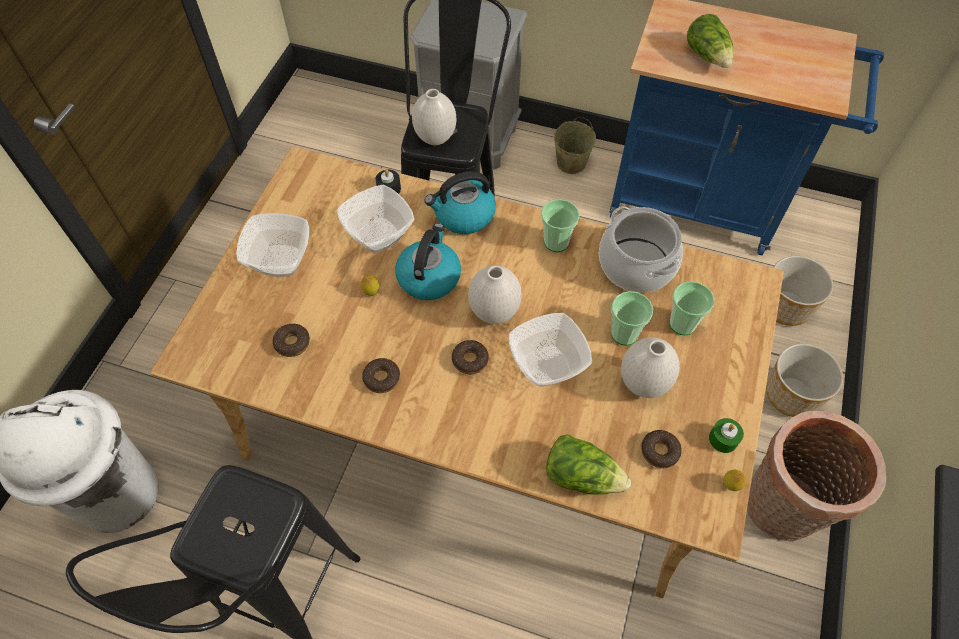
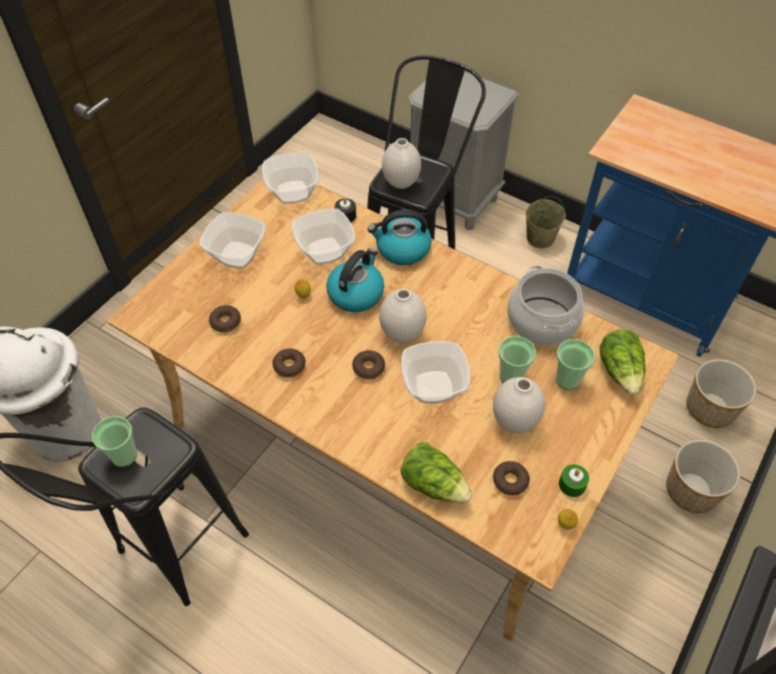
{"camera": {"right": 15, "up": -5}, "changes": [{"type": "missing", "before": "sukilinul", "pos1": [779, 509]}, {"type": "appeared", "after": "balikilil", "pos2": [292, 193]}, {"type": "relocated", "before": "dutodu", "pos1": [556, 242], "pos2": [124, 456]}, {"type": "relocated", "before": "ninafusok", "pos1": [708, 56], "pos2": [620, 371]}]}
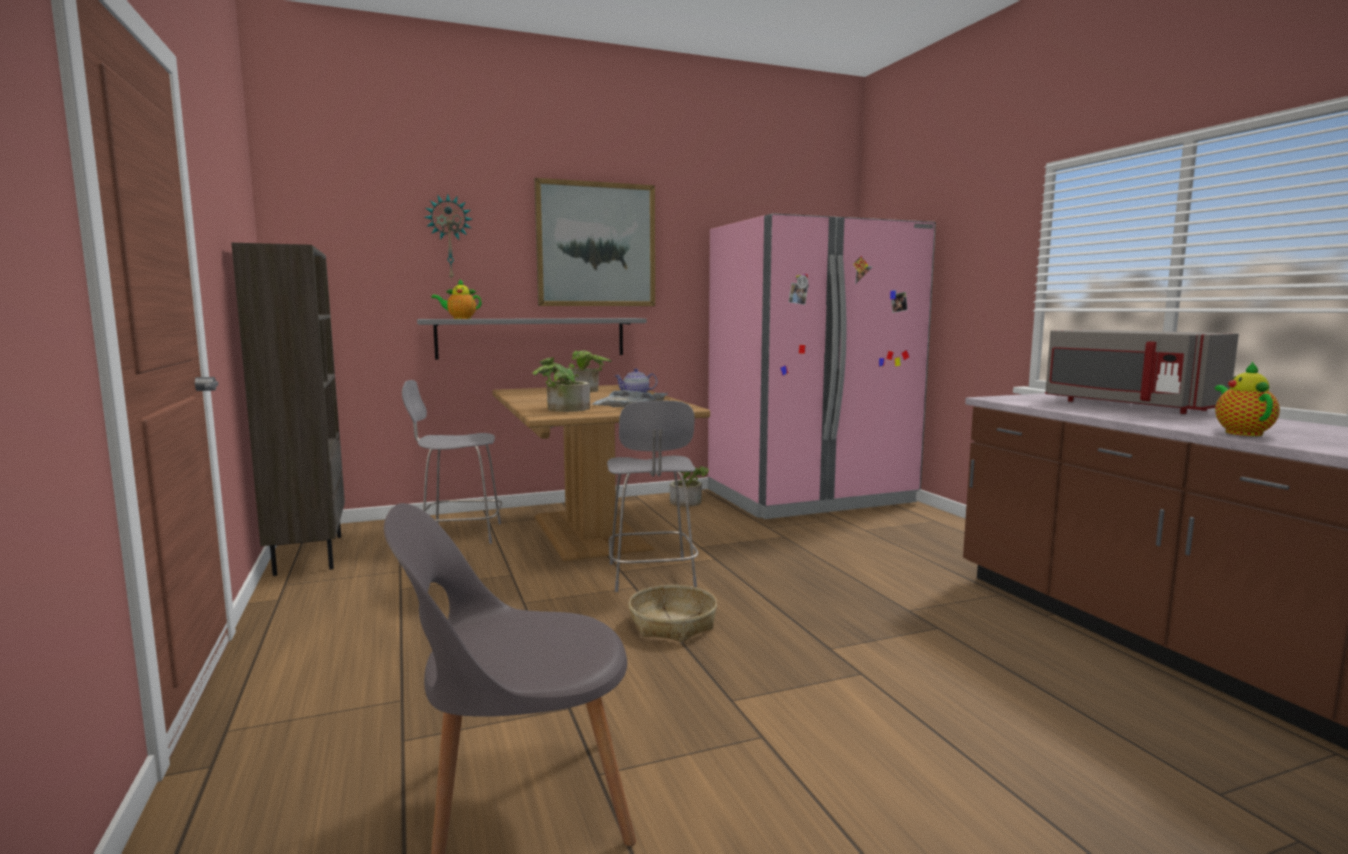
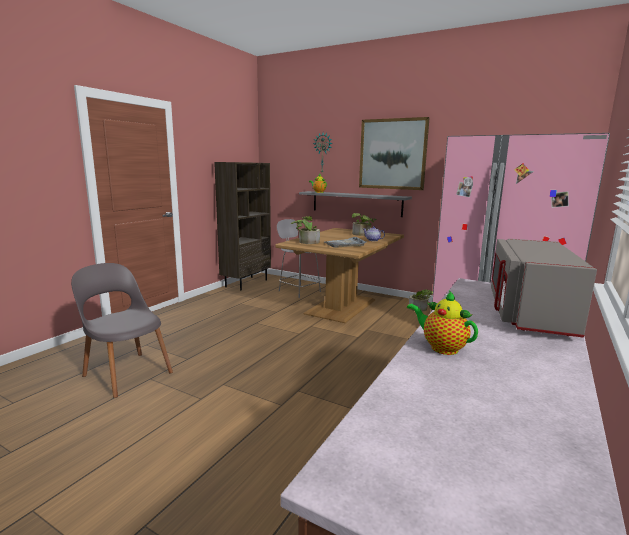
{"camera": {"right": 50, "up": 5}, "changes": [{"type": "missing", "before": "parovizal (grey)", "pos1": [651, 576]}, {"type": "missing", "before": "sukilinul", "pos1": [672, 624]}, {"type": "spun", "before": "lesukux", "pos1": [1241, 432], "pos2": [441, 348], "turn": -105}]}
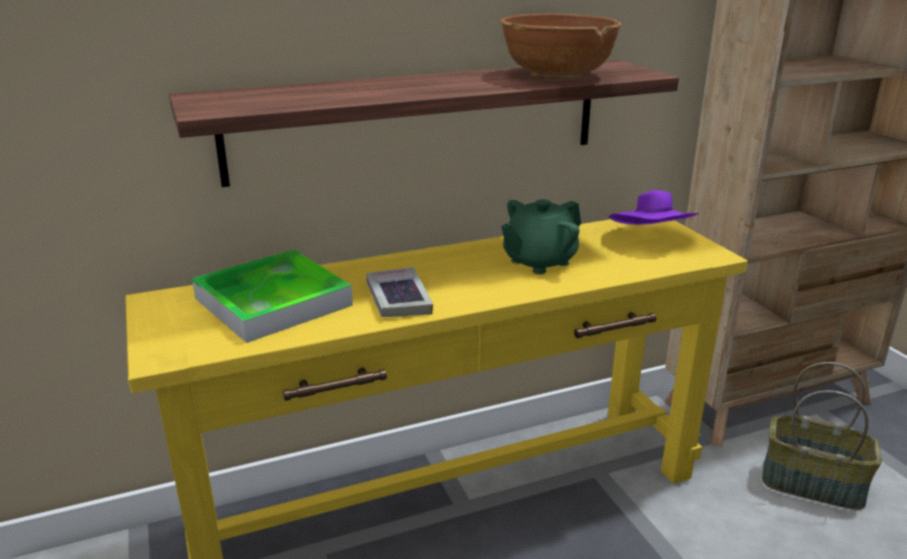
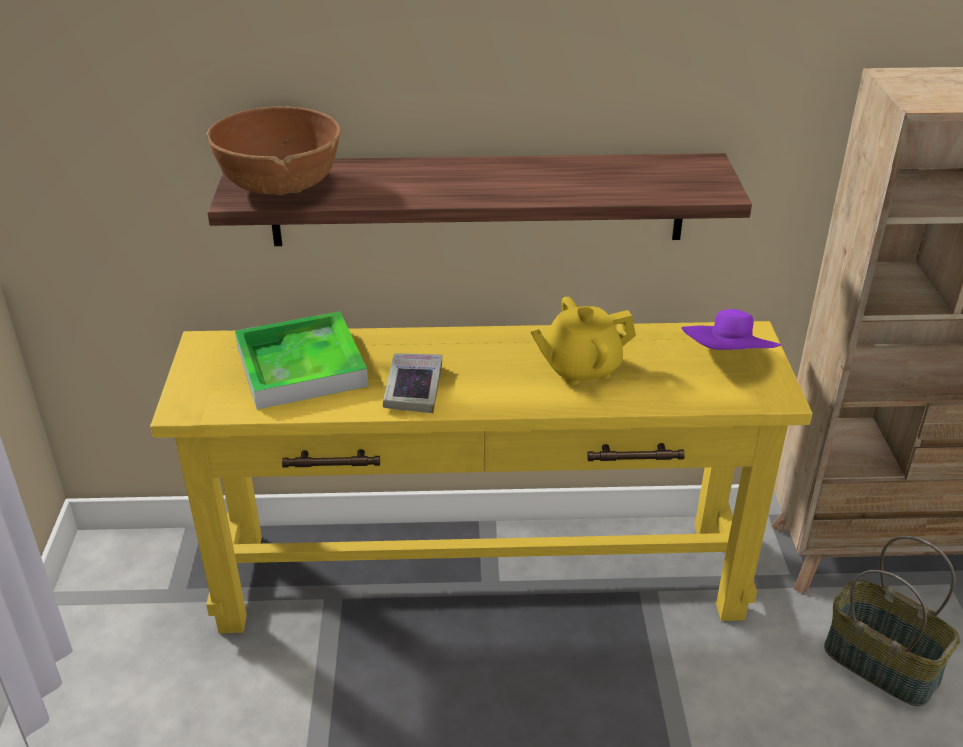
{"camera": {"right": 20, "up": 10}, "changes": [{"type": "relocated", "before": "balikilil (brown)", "pos1": [557, 75], "pos2": [280, 185]}, {"type": "colour", "before": "lesukux (green)", "after": "lesukux (yellow)", "pos1": [539, 262], "pos2": [580, 368]}]}
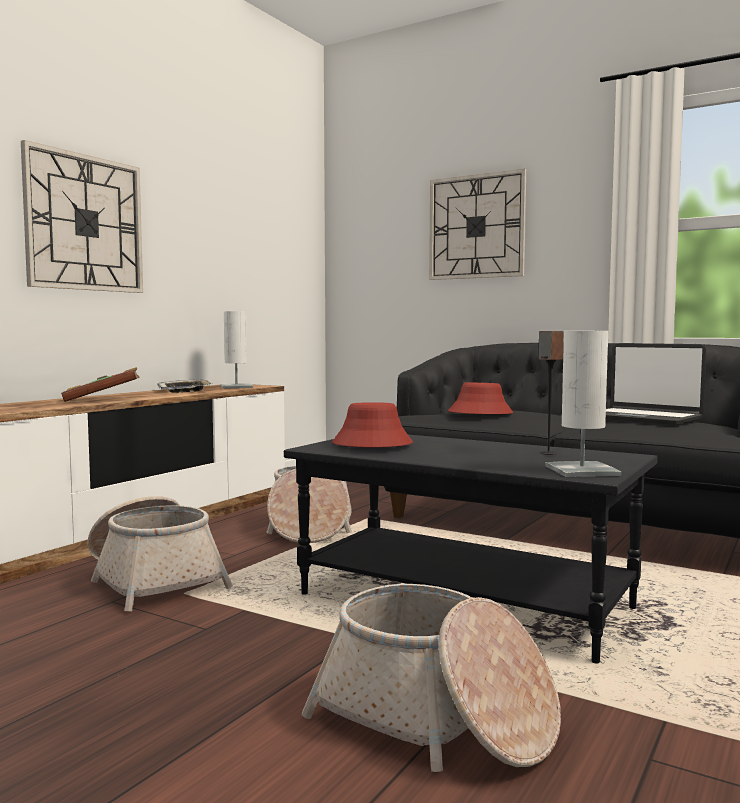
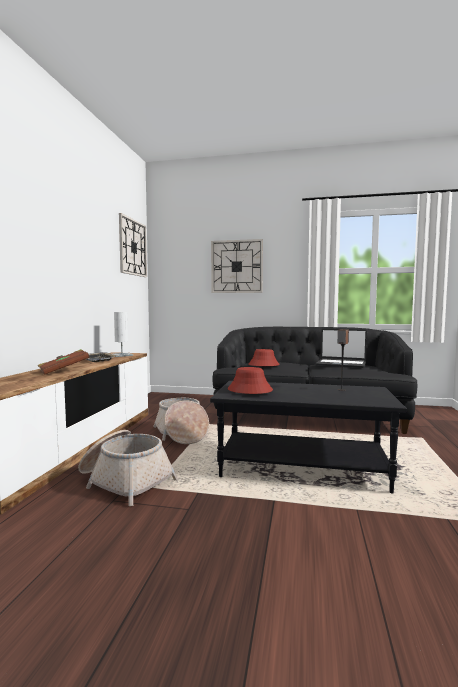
{"camera": {"right": -20, "up": 0}, "changes": [{"type": "missing", "before": "sukilinul", "pos1": [436, 719]}, {"type": "missing", "before": "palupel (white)", "pos1": [582, 471]}, {"type": "relocated", "before": "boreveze", "pos1": [85, 223], "pos2": [132, 247]}]}
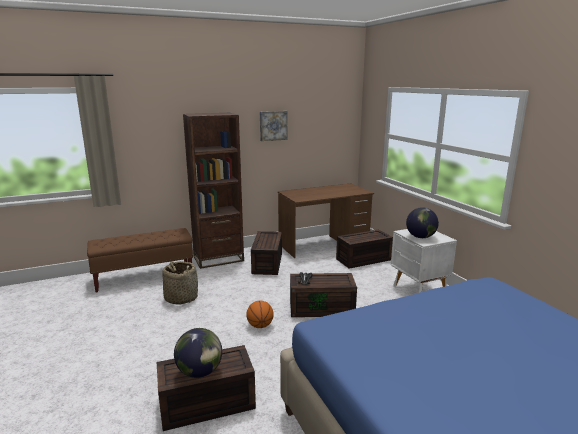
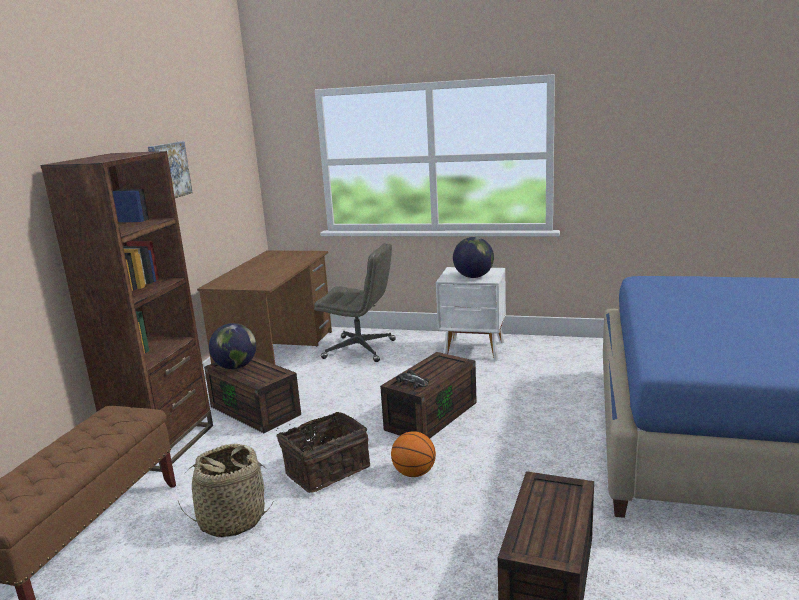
{"camera": {"right": -50, "up": 0}, "changes": [{"type": "appeared", "after": "sukilinul", "pos2": [326, 469]}, {"type": "relocated", "before": "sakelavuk", "pos1": [200, 372], "pos2": [236, 367]}, {"type": "exchanged", "before": "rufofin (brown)", "after": "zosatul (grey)", "pos1": [363, 260], "pos2": [360, 349]}]}
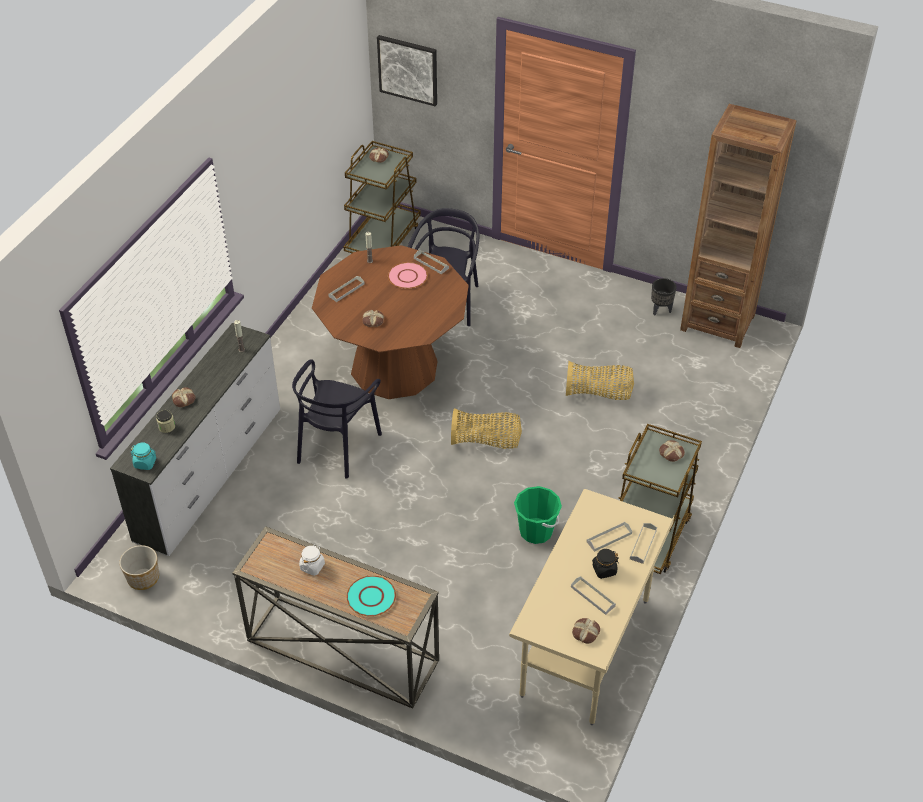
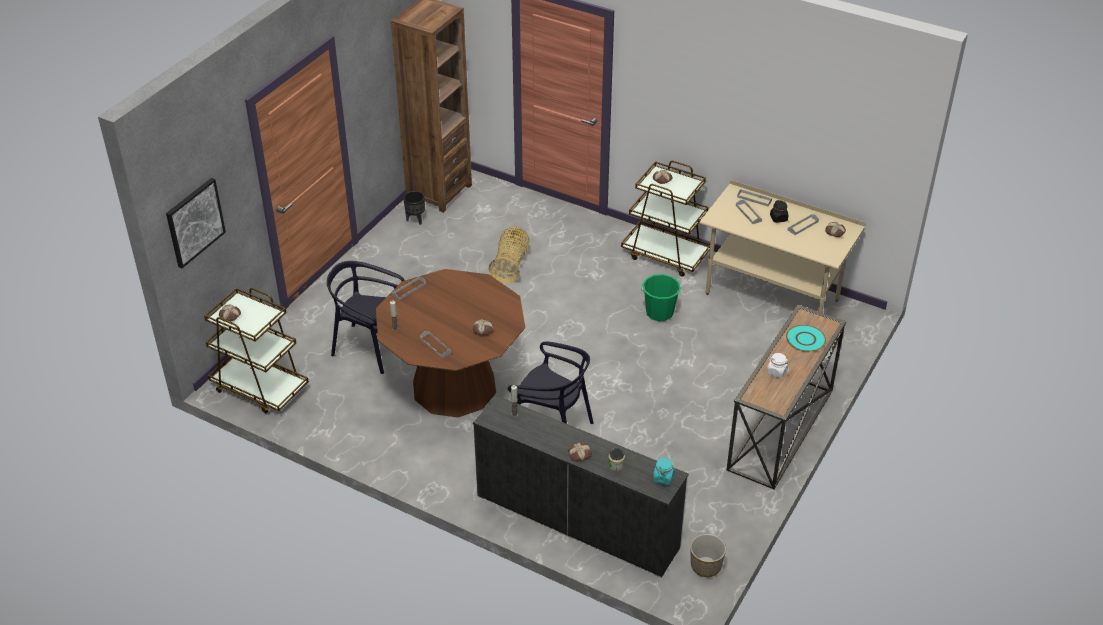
{"camera": {"right": -85, "up": -5}, "changes": [{"type": "missing", "before": "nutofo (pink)", "pos1": [407, 276]}, {"type": "missing", "before": "sukilinul", "pos1": [486, 441]}]}
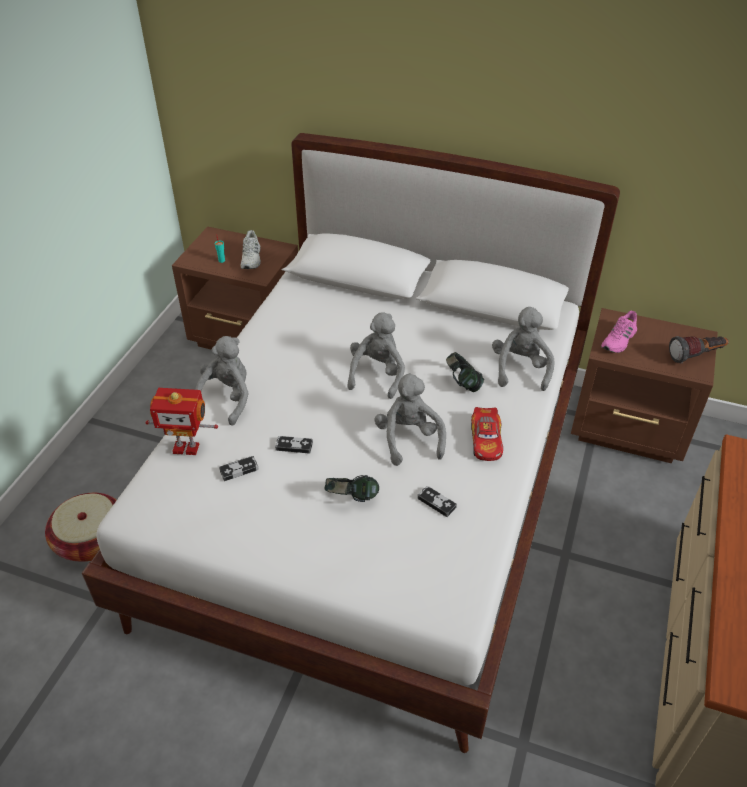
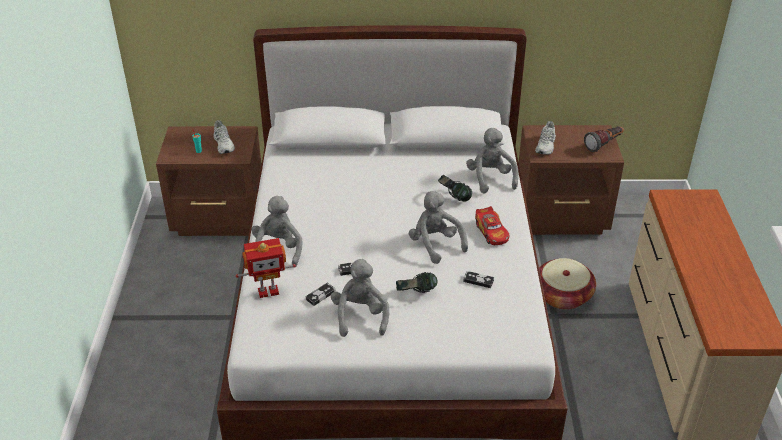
{"camera": {"right": -20, "up": -5}, "changes": [{"type": "relocated", "before": "sukilinul", "pos1": [92, 540], "pos2": [562, 295]}, {"type": "relocated", "before": "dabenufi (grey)", "pos1": [377, 374], "pos2": [360, 316]}, {"type": "colour", "before": "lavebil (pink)", "after": "lavebil (white)", "pos1": [619, 340], "pos2": [546, 145]}]}
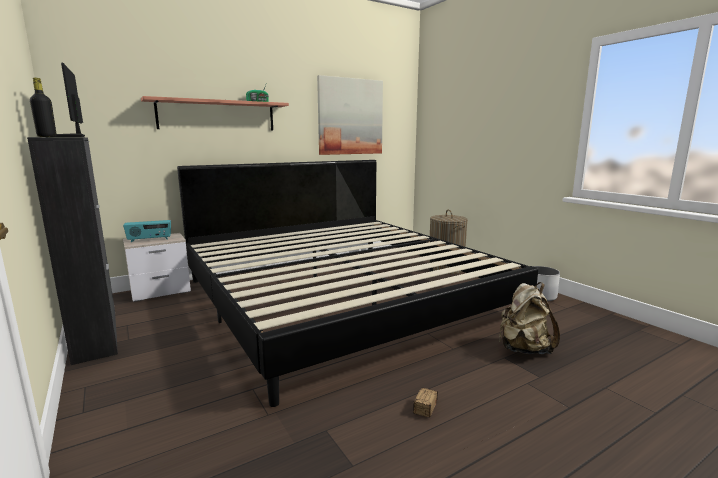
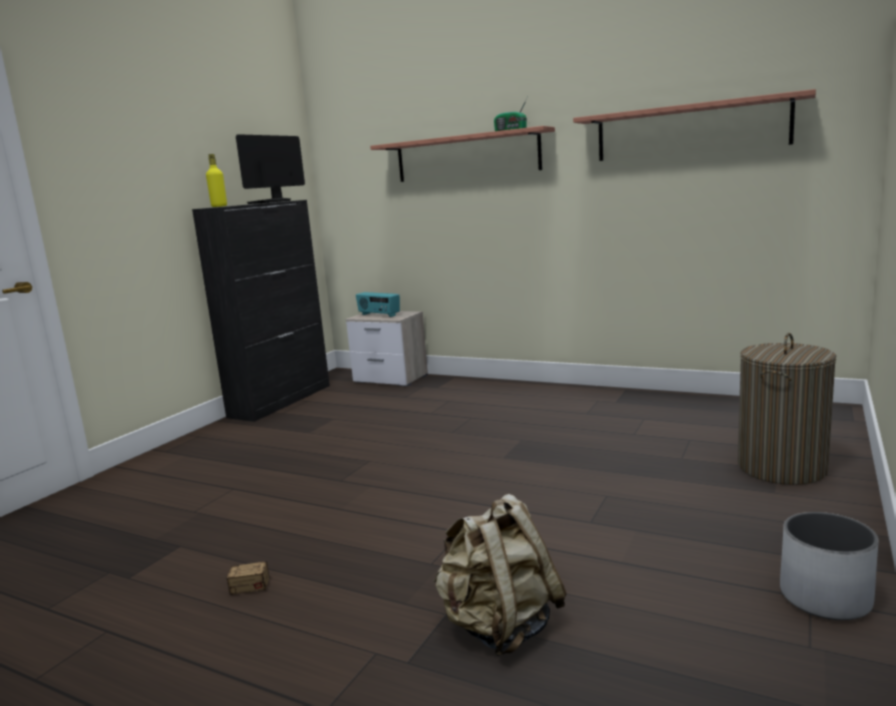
{"camera": {"right": 60, "up": 0}, "changes": [{"type": "missing", "before": "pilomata", "pos1": [341, 297]}, {"type": "exchanged", "before": "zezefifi", "after": "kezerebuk", "pos1": [350, 117], "pos2": [690, 130]}, {"type": "colour", "before": "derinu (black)", "after": "derinu (yellow)", "pos1": [47, 136], "pos2": [219, 206]}]}
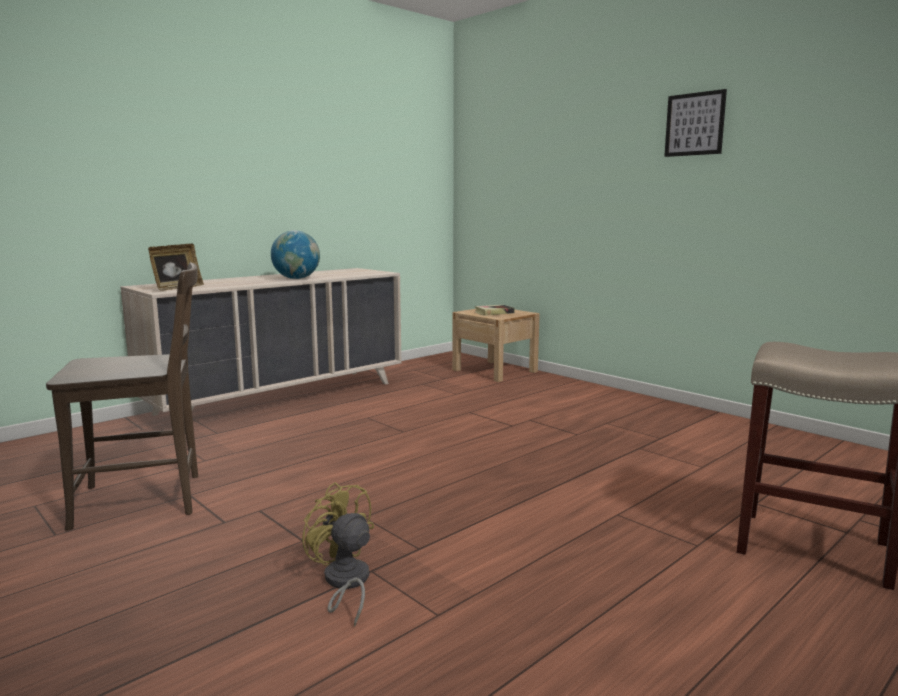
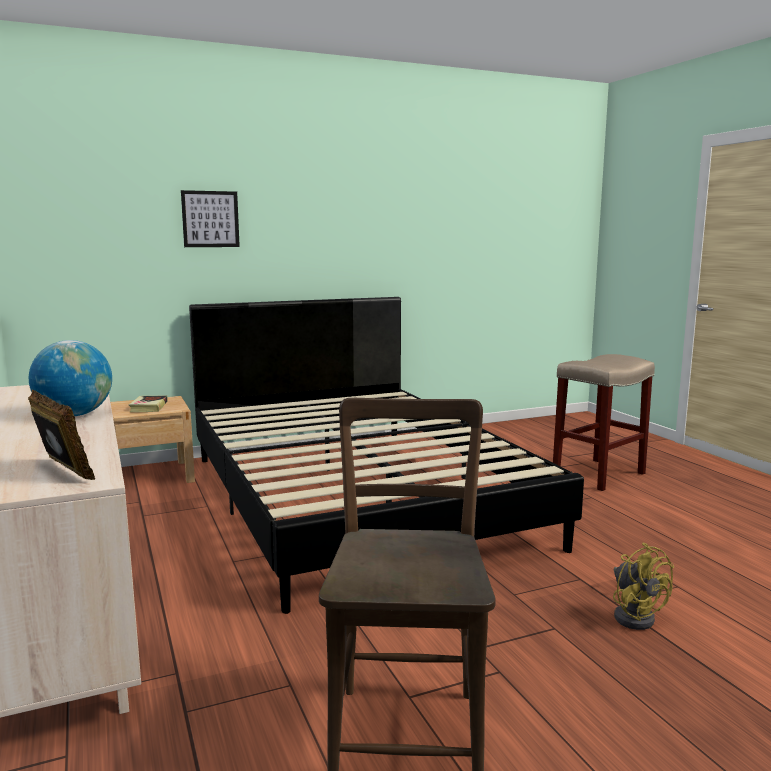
{"camera": {"right": -70, "up": 0}, "changes": [{"type": "appeared", "after": "pilomata (black)", "pos2": [356, 497]}, {"type": "relocated", "before": "zezefifi", "pos1": [694, 124], "pos2": [210, 219]}, {"type": "spun", "before": "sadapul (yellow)", "pos1": [344, 583], "pos2": [634, 615], "turn": -90}]}
